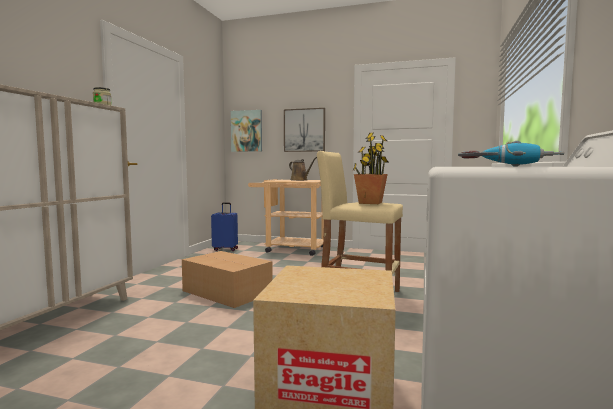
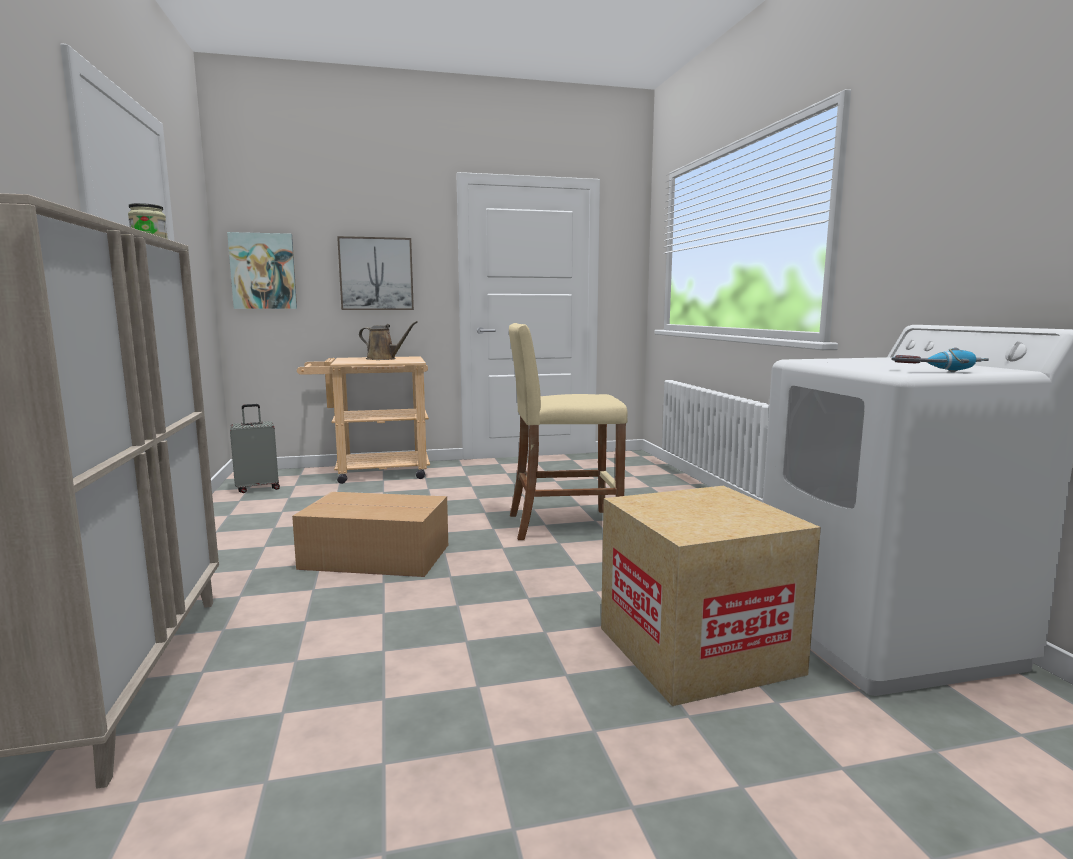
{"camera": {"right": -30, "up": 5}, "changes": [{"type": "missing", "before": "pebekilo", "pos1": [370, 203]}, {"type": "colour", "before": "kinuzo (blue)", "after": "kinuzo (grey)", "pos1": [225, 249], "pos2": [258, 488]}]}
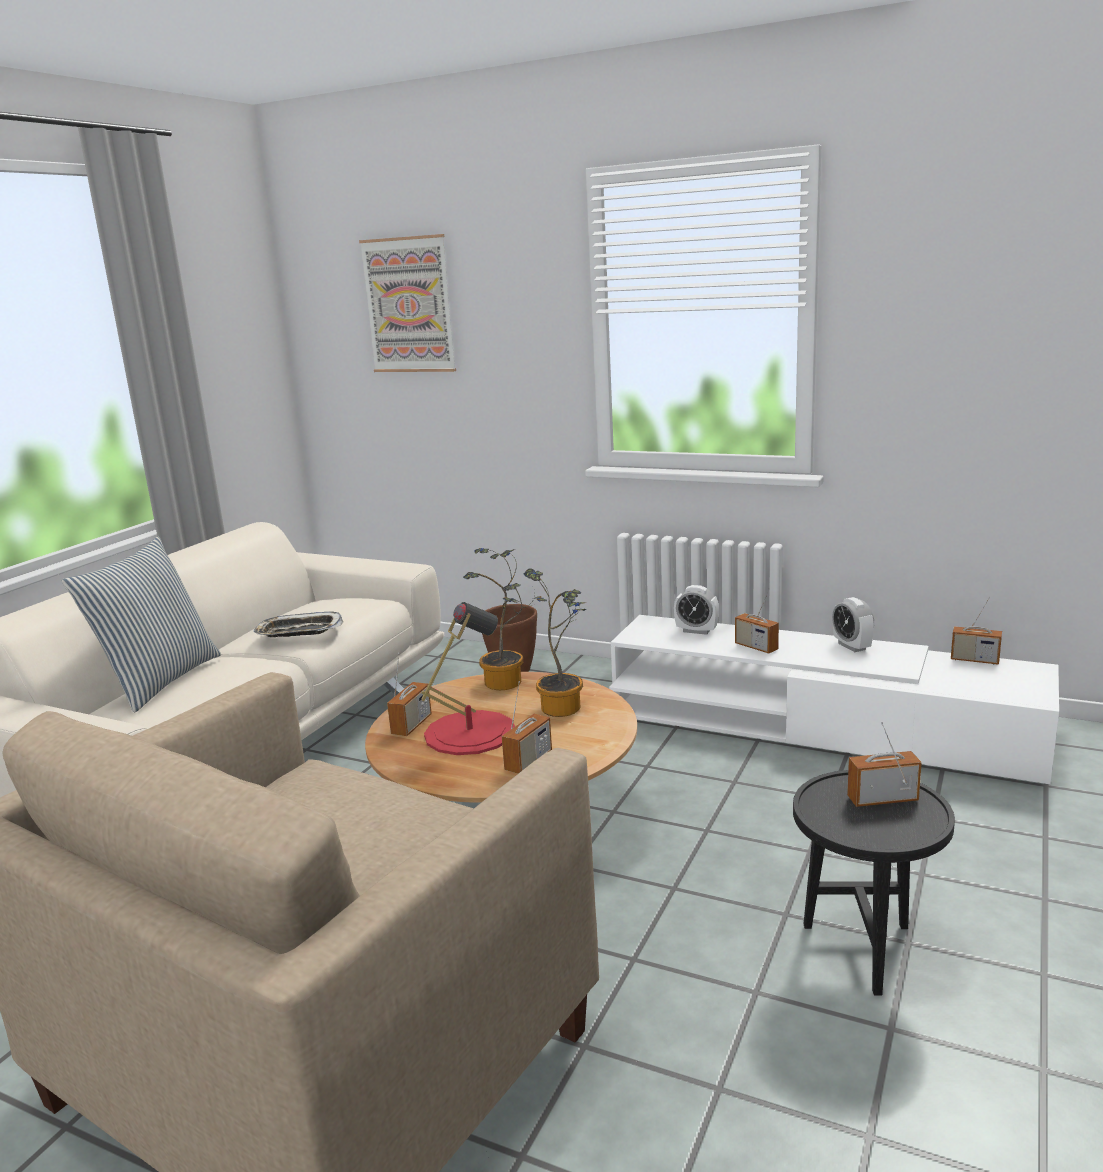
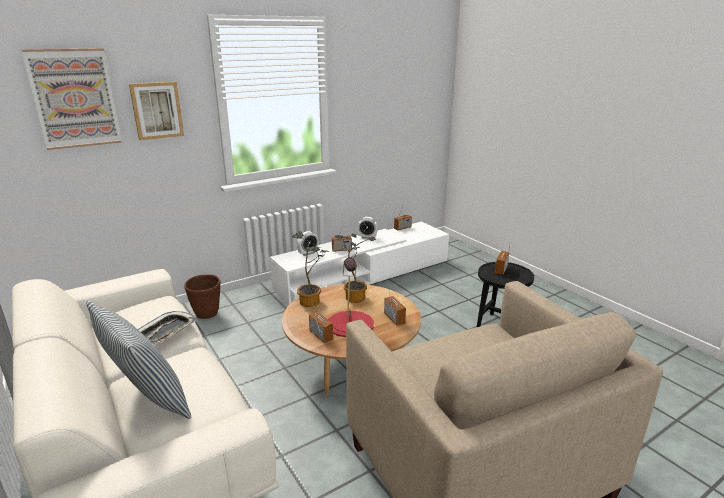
{"camera": {"right": -60, "up": 5}, "changes": [{"type": "appeared", "after": "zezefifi", "pos2": [157, 110]}]}
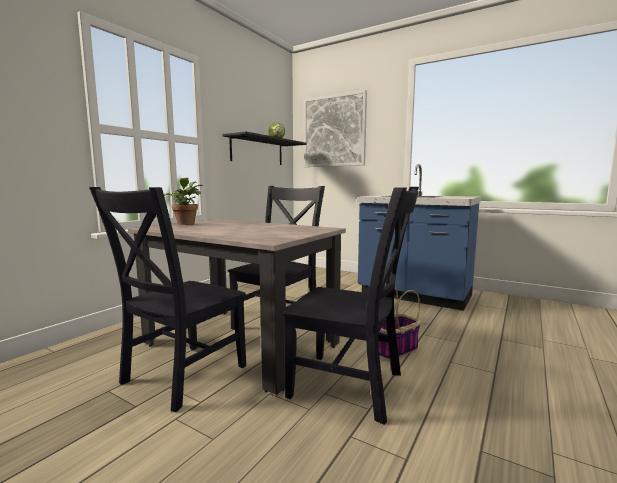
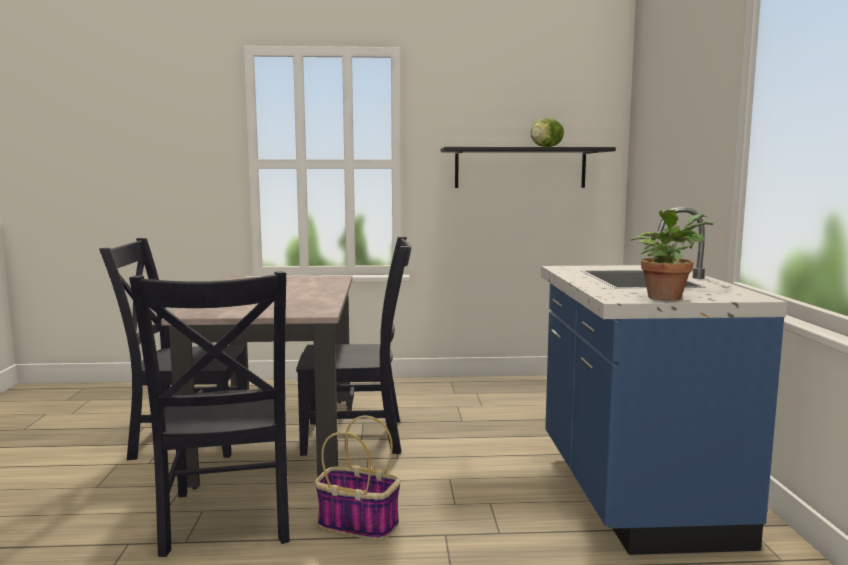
{"camera": {"right": 55, "up": 0}, "changes": [{"type": "missing", "before": "zezefifi", "pos1": [334, 131]}, {"type": "relocated", "before": "pebekilo", "pos1": [186, 223], "pos2": [666, 297]}]}
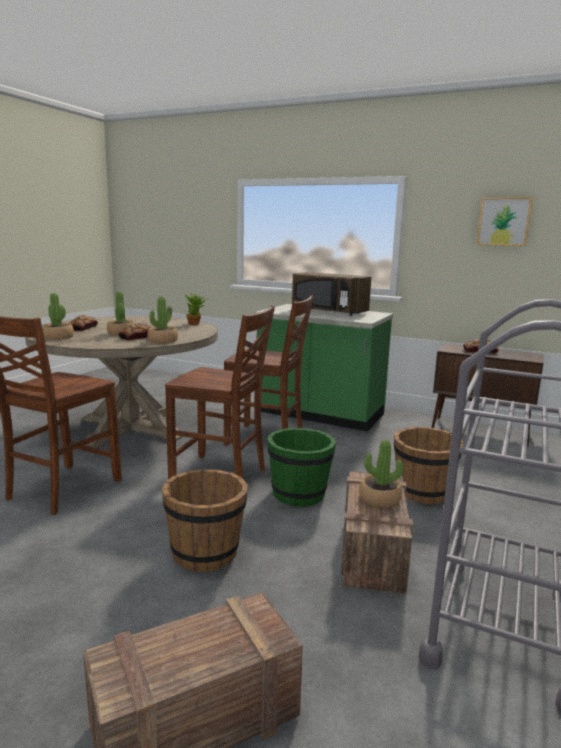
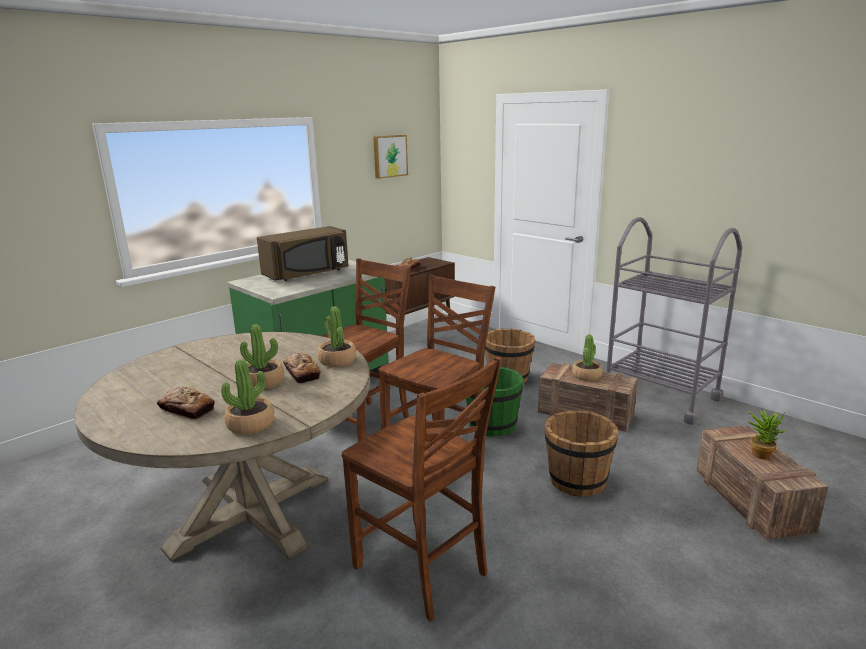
{"camera": {"right": -70, "up": 5}, "changes": [{"type": "relocated", "before": "pebekilo", "pos1": [196, 324], "pos2": [760, 453]}]}
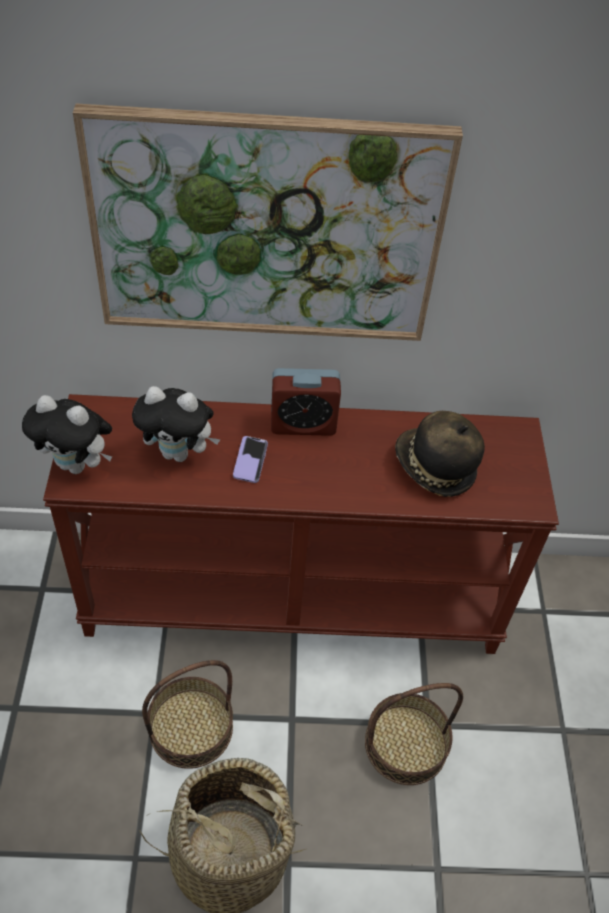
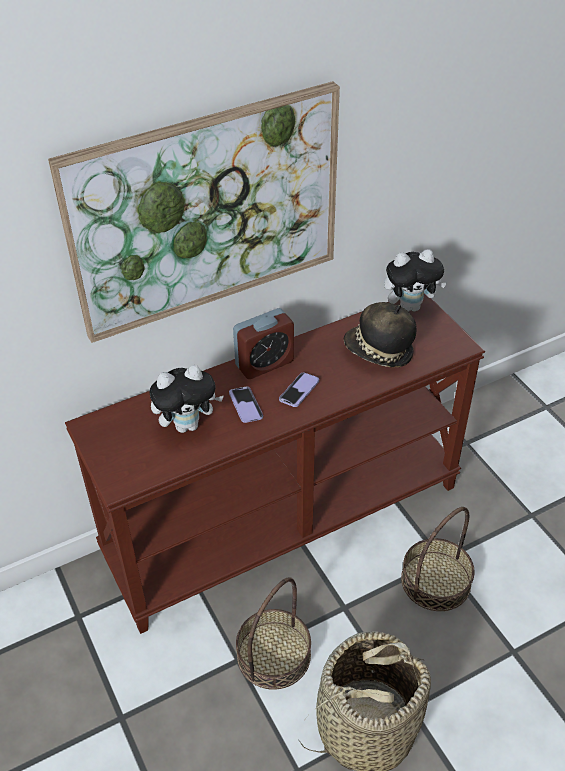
{"camera": {"right": -25, "up": -5}, "changes": [{"type": "appeared", "after": "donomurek", "pos2": [299, 391]}, {"type": "relocated", "before": "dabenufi", "pos1": [77, 465], "pos2": [410, 306]}]}
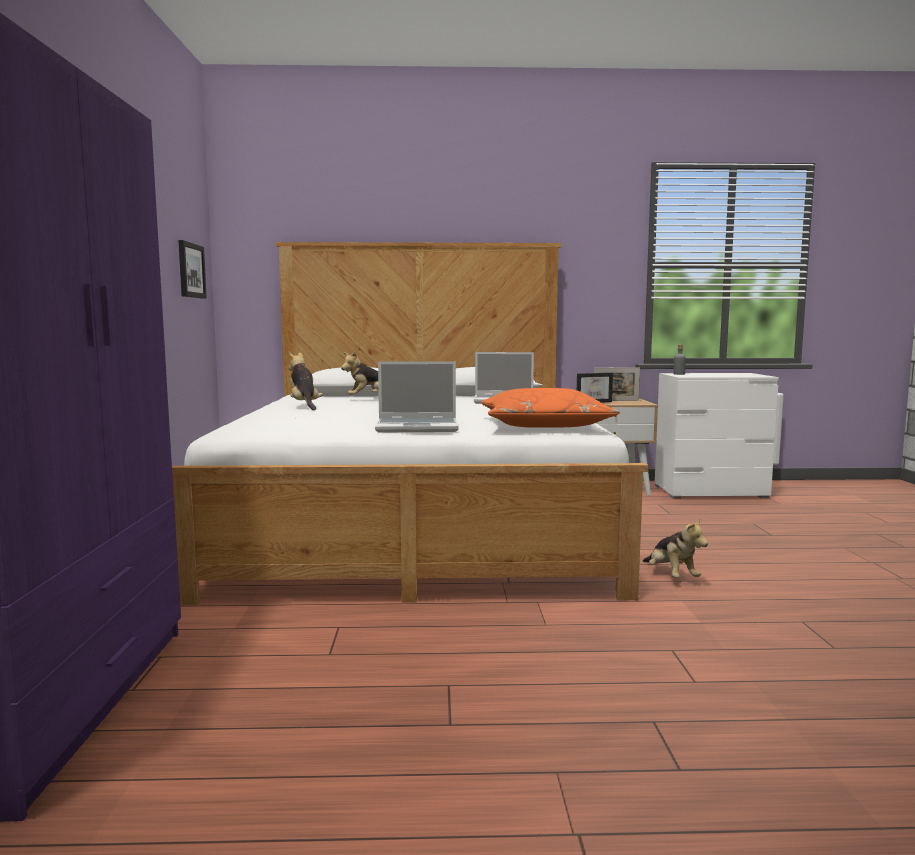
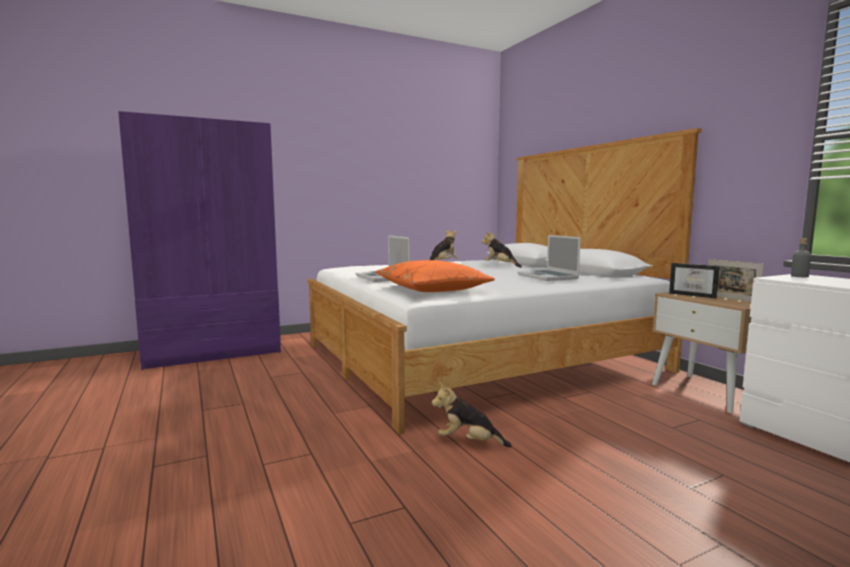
{"camera": {"right": 65, "up": 0}, "changes": [{"type": "missing", "before": "zezefifi", "pos1": [190, 270]}, {"type": "spun", "before": "dabenufi", "pos1": [671, 576], "pos2": [469, 442], "turn": 60}]}
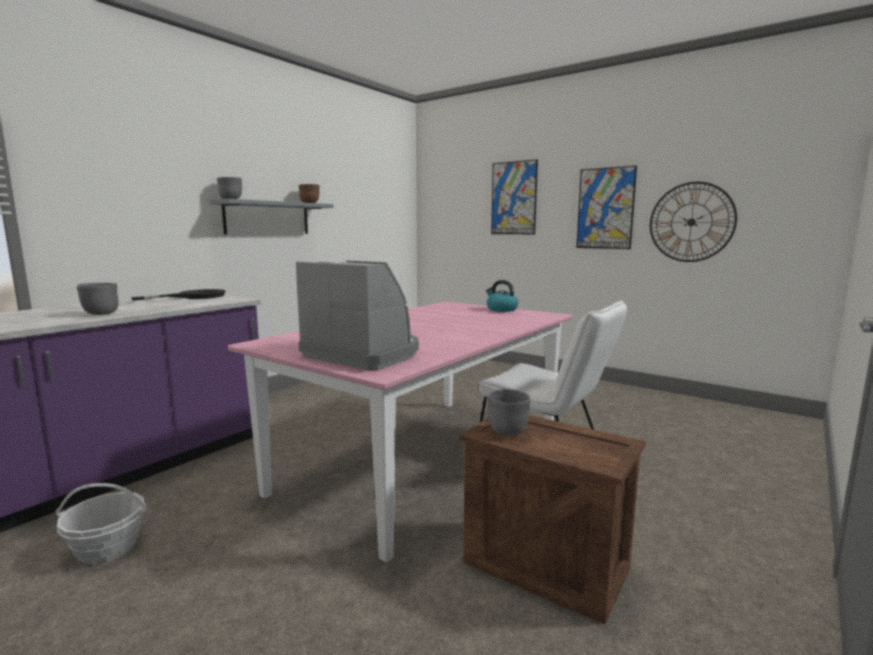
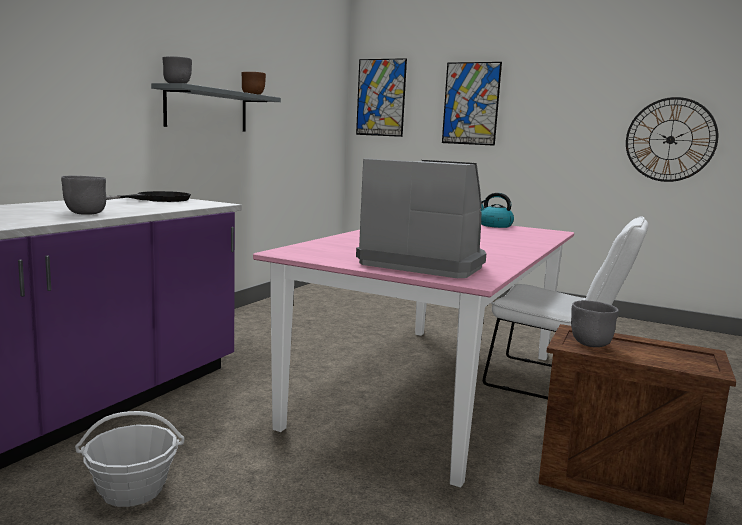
{"camera": {"right": -10, "up": 0}, "changes": [{"type": "relocated", "before": "zezefifi", "pos1": [605, 208], "pos2": [381, 97]}]}
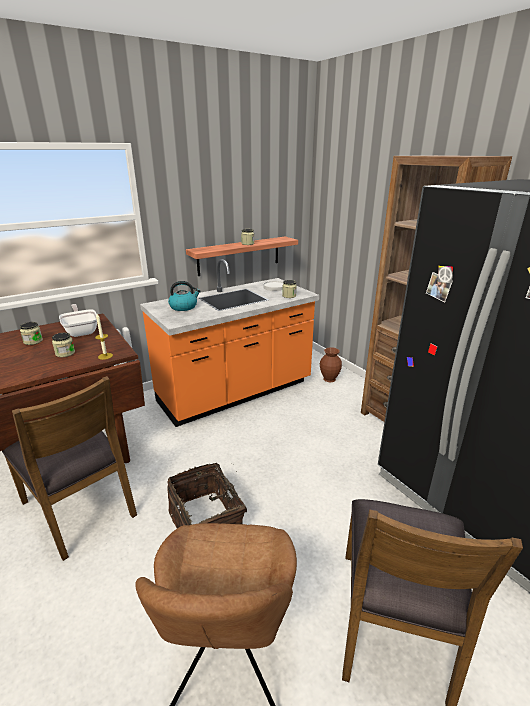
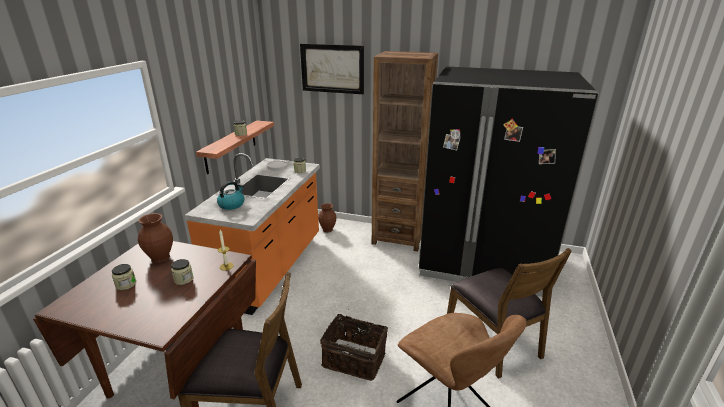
{"camera": {"right": -40, "up": 0}, "changes": [{"type": "appeared", "after": "zezefifi", "pos2": [332, 68]}, {"type": "exchanged", "before": "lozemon", "after": "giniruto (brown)", "pos1": [81, 331], "pos2": [160, 257]}]}
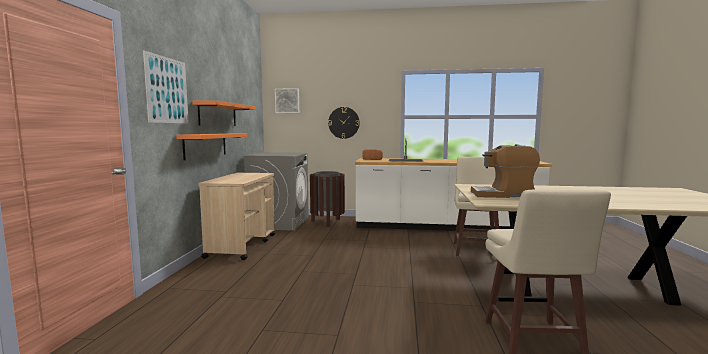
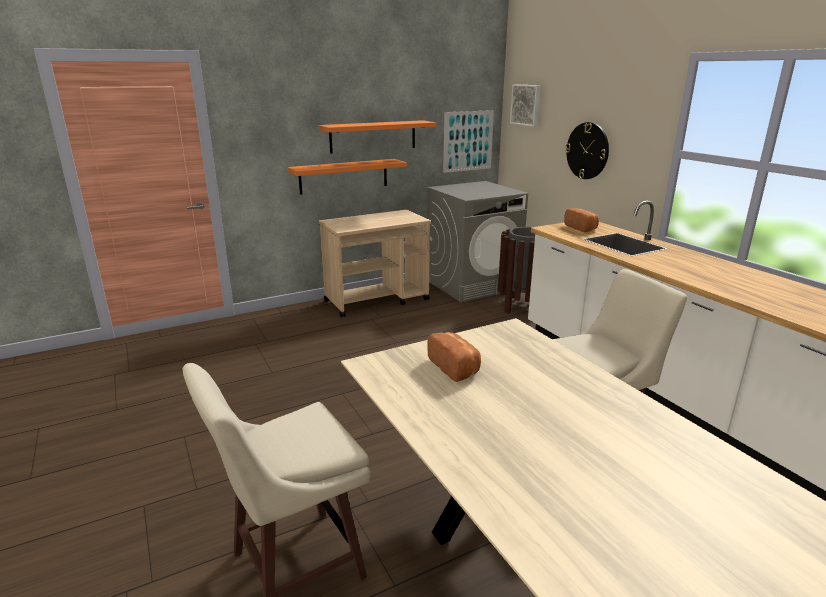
{"camera": {"right": 55, "up": 15}, "changes": [{"type": "relocated", "before": "zezefifi", "pos1": [167, 90], "pos2": [468, 141]}, {"type": "exchanged", "before": "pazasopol", "after": "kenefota", "pos1": [503, 195], "pos2": [455, 367]}]}
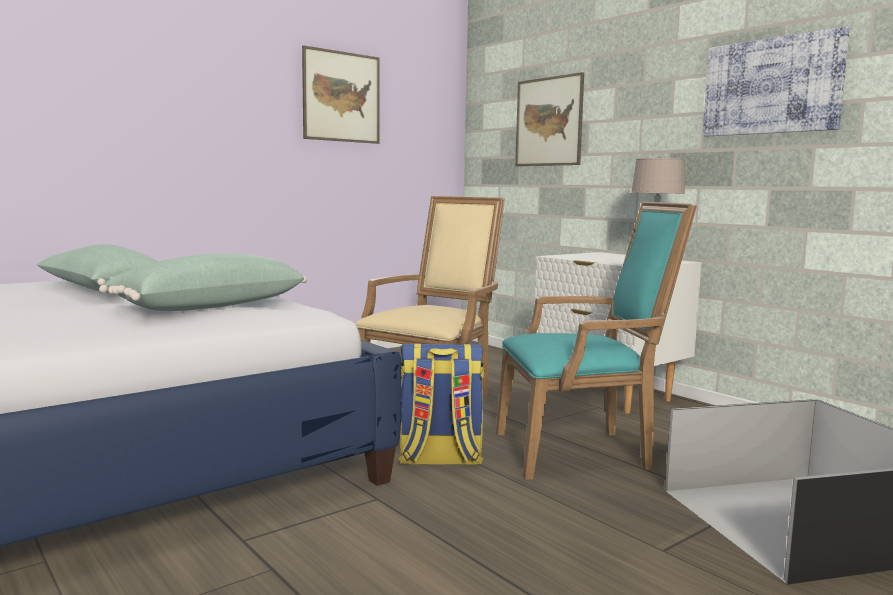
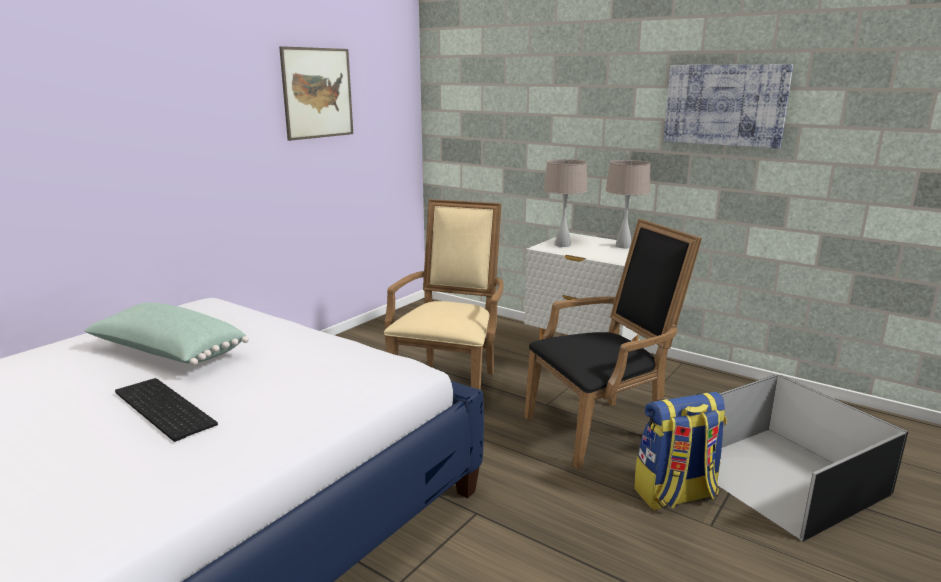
{"camera": {"right": -15, "up": 10}, "changes": [{"type": "missing", "before": "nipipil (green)", "pos1": [209, 306]}, {"type": "missing", "before": "zezefifi", "pos1": [548, 122]}, {"type": "appeared", "after": "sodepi", "pos2": [160, 408]}, {"type": "appeared", "after": "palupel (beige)", "pos2": [562, 245]}, {"type": "relocated", "before": "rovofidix", "pos1": [439, 459], "pos2": [675, 495]}, {"type": "colour", "before": "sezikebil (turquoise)", "after": "sezikebil (black)", "pos1": [581, 451], "pos2": [601, 428]}]}
